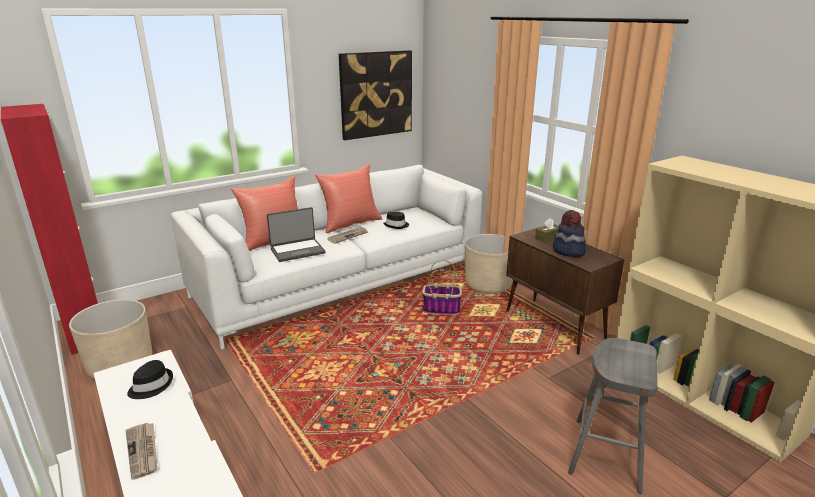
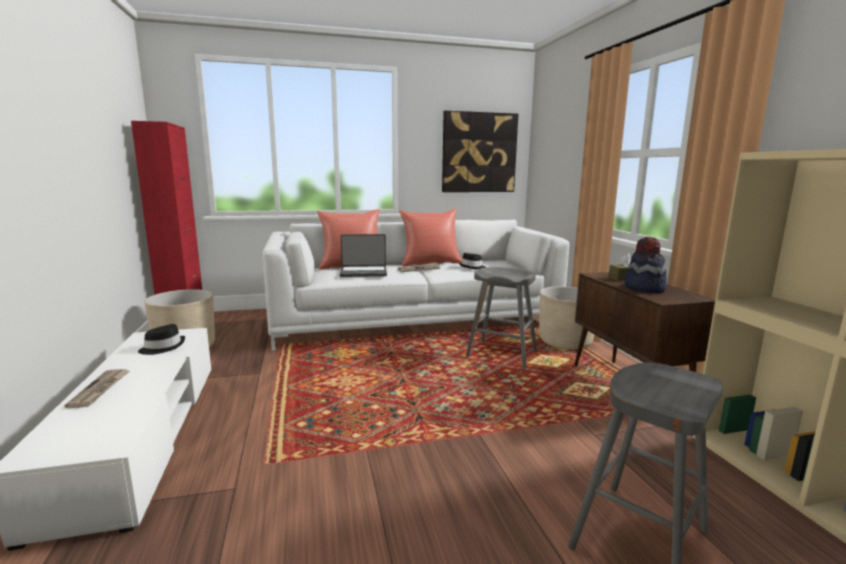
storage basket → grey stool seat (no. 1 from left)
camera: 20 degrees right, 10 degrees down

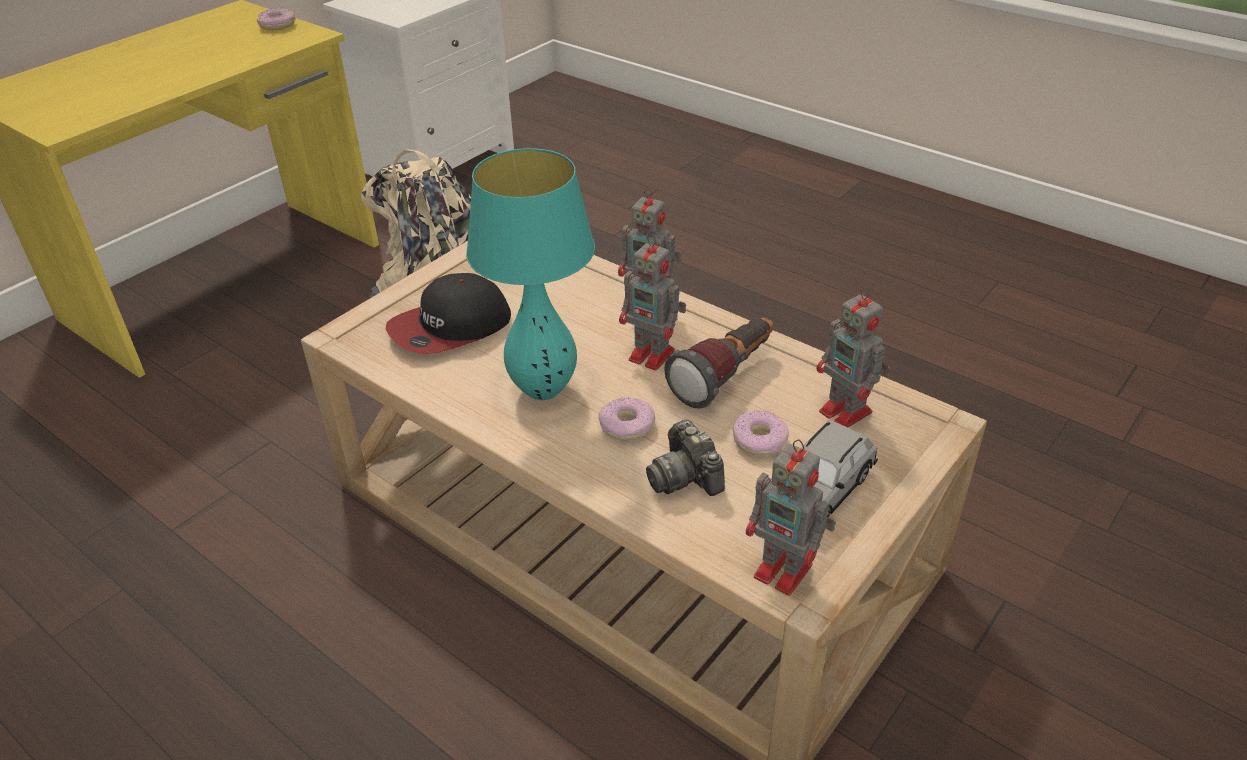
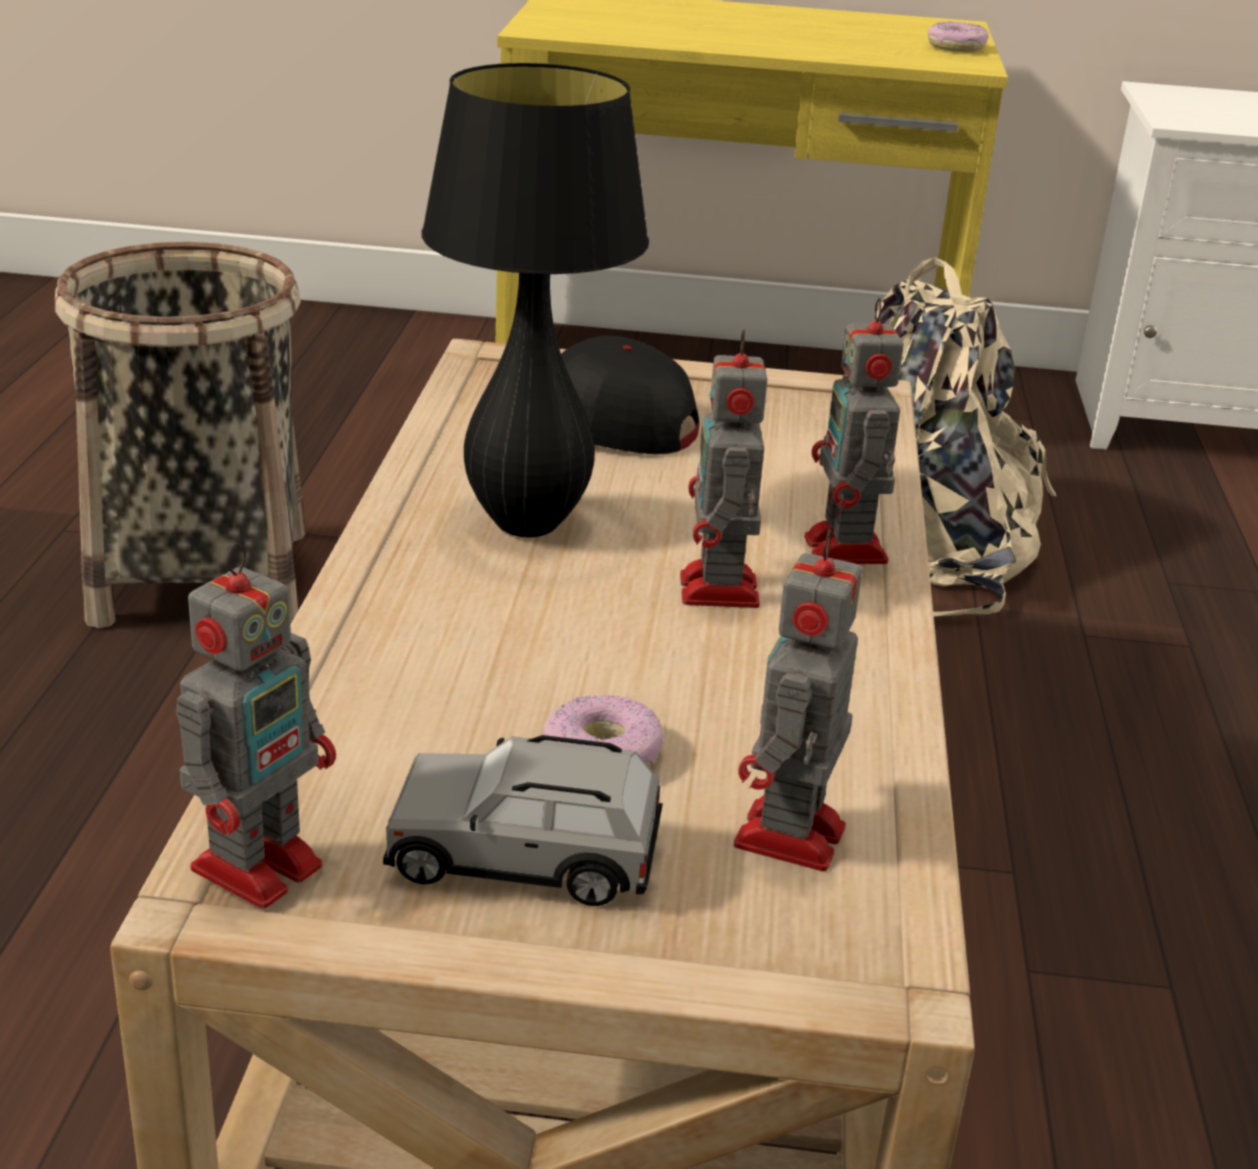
- → storage basket
model robot (no. 3 from left in the first image) → model robot (no. 1 from left), 150 degrees counterclockwise
turquoise table lamp → black table lamp
doughnut (no. 2 from left) → -
photo camera → -
hand torch → -
camera: 55 degrees right, 10 degrees down

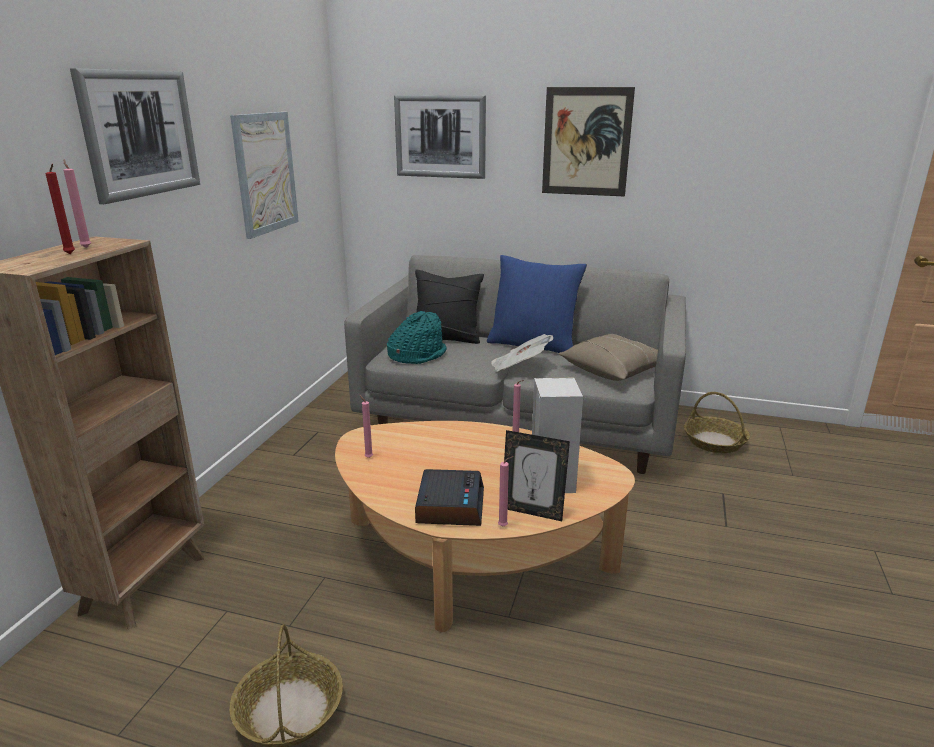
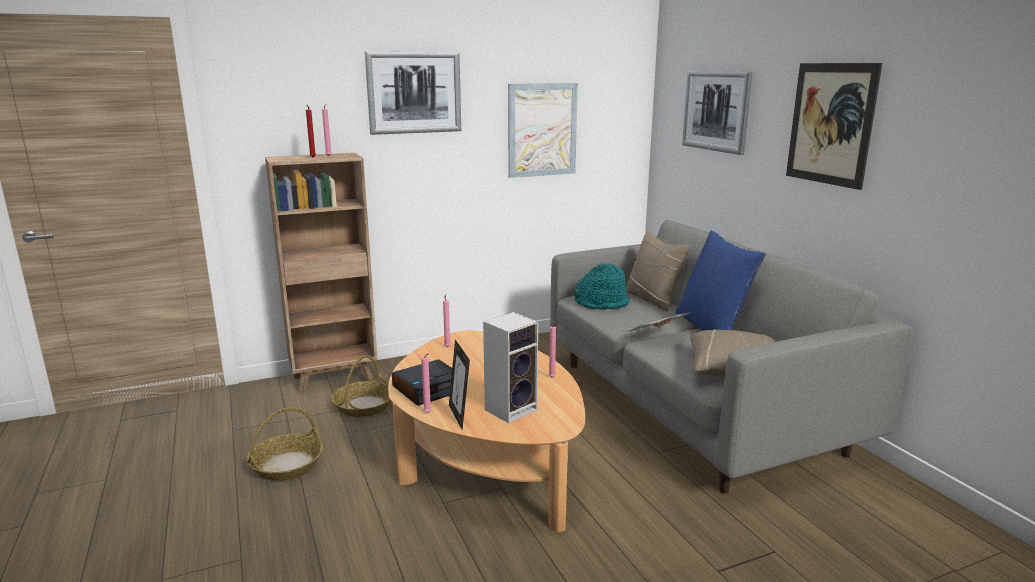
storage basket (no. 2 from left), relocated
black throw pillow → beige throw pillow (no. 1 from left)
camera: 50 degrees right, 5 degrees down

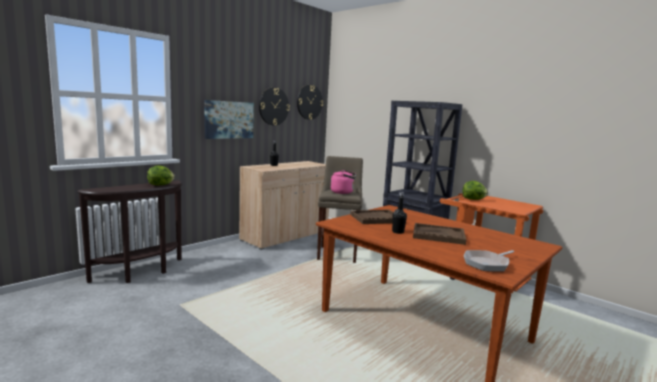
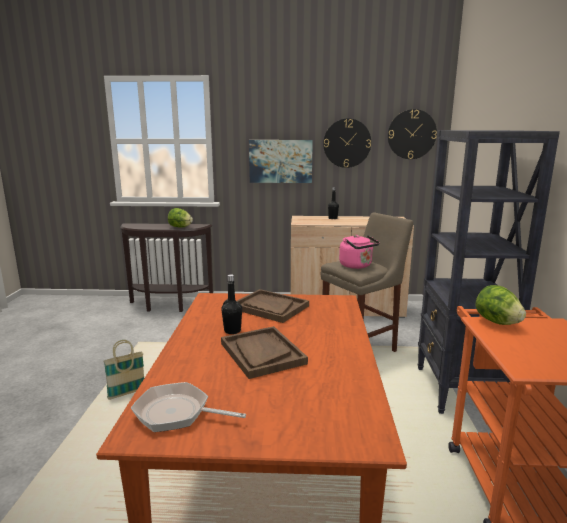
- → storage basket
camera: 50 degrees right, 5 degrees up

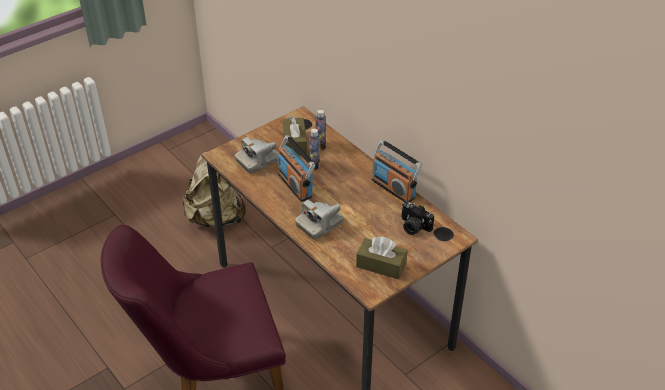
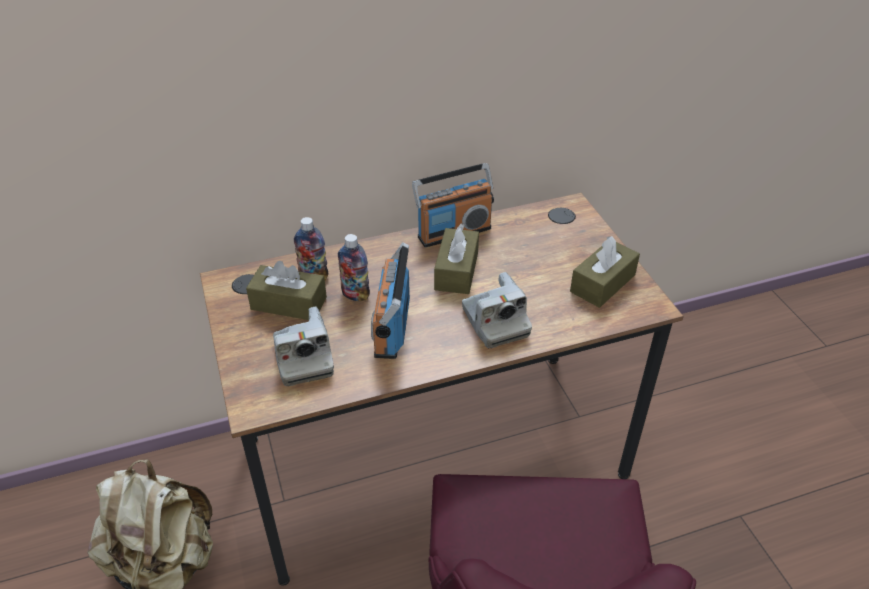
radio (no. 1 from left), 105 degrees clockwise
- → brown-coloured box of tissues (no. 2 from left)
photo camera (no. 3 from left) → -
camera: 70 degrees left, 0 degrees up

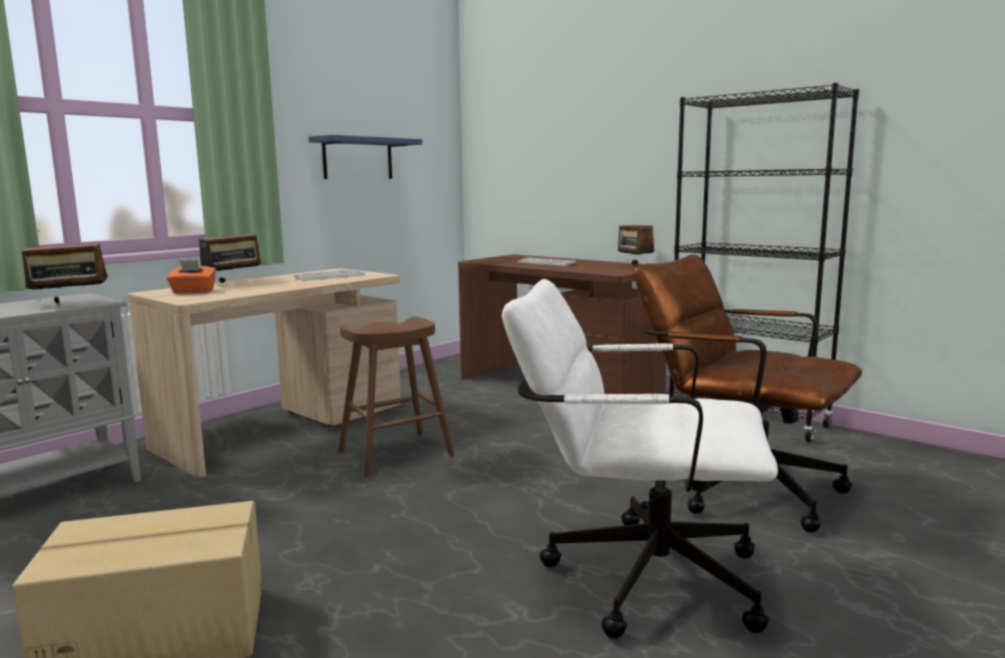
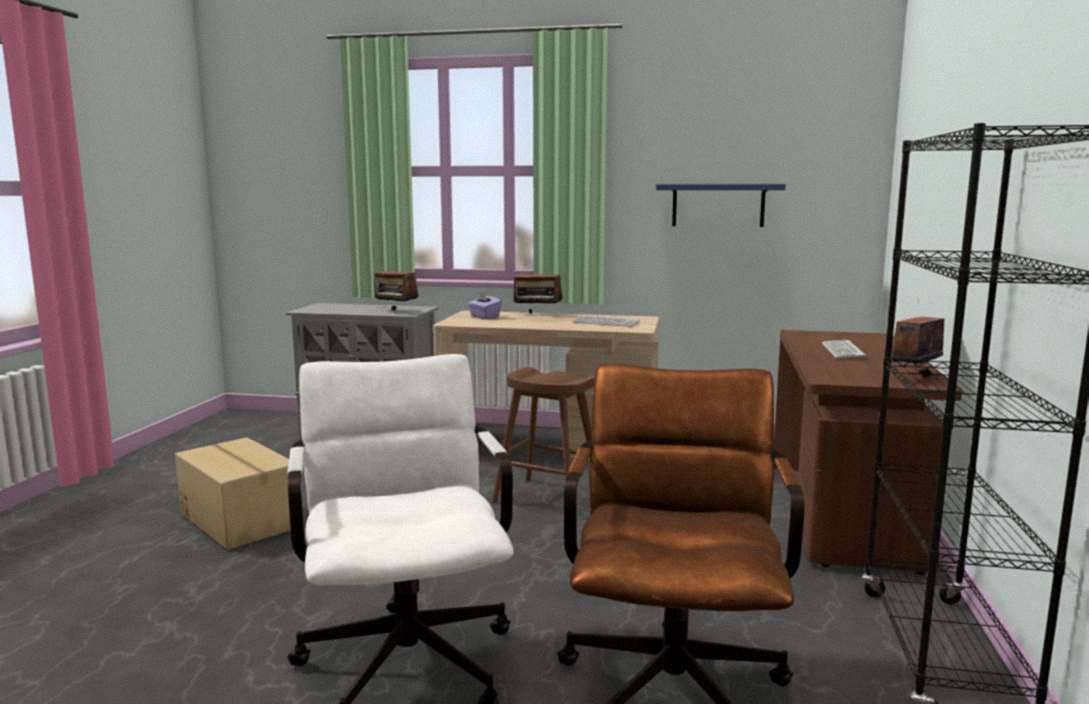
orange box of tissues → purple box of tissues
camera: 60 degrees right, 0 degrees up

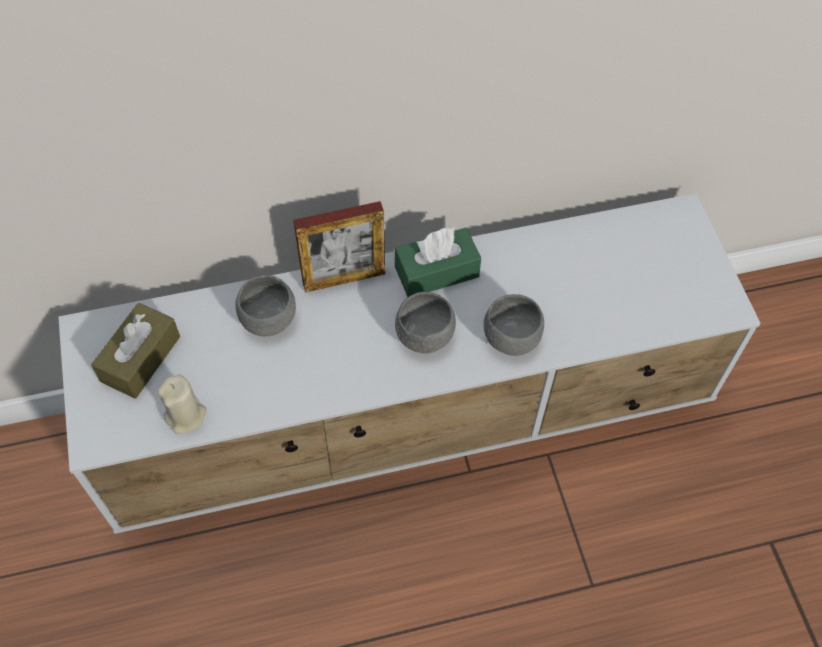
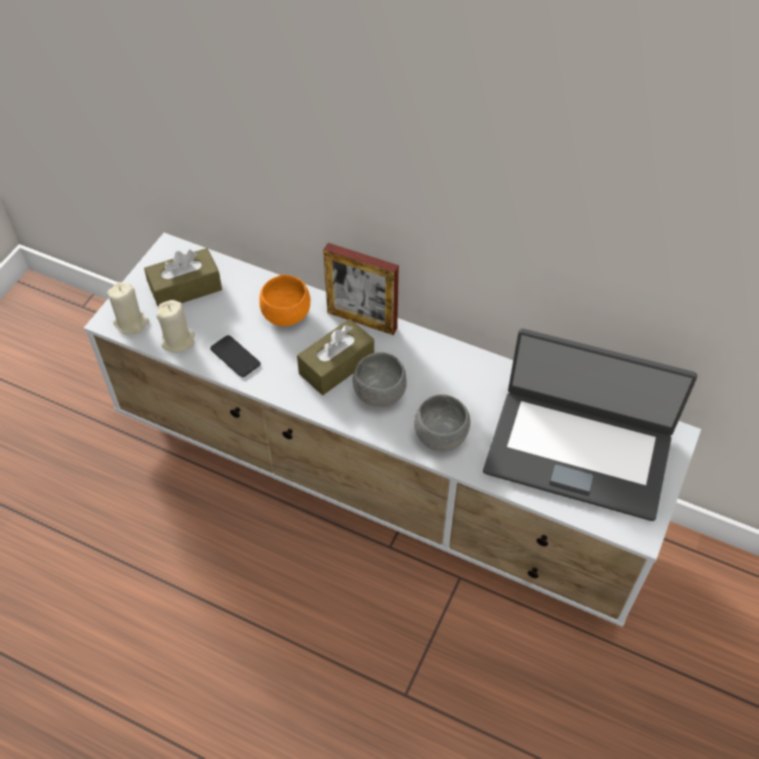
- → beige candle (no. 1 from left)
- → phone
grey deep dish (no. 1 from left) → orange deep dish
- → brown-coloured box of tissues (no. 2 from left)
- → portable computer
green box of tissues → -
camera: 40 degrees right, 5 degrees down

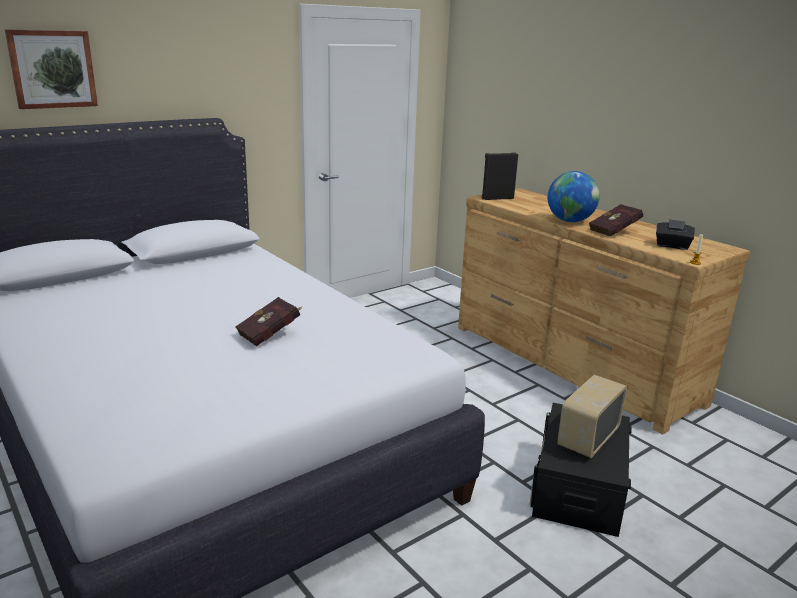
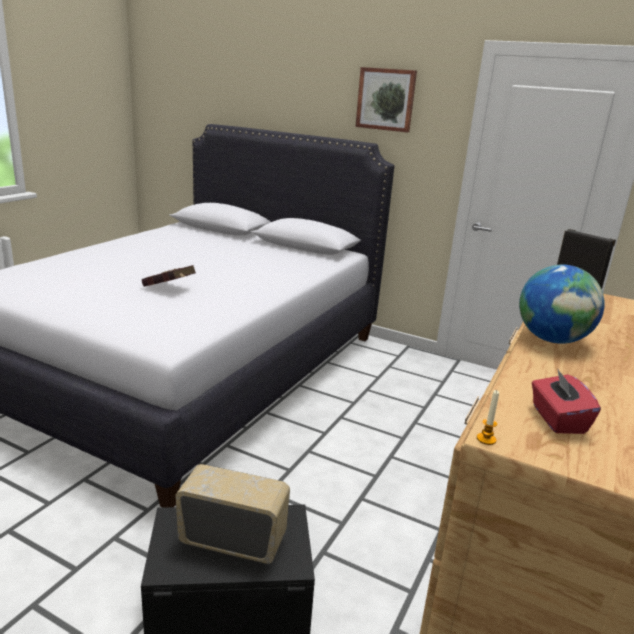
picture, relocated
black box of tissues → red-coloured box of tissues
red-coloured book (no. 2 from left) → -
camera: 65 degrees right, 0 degrees up

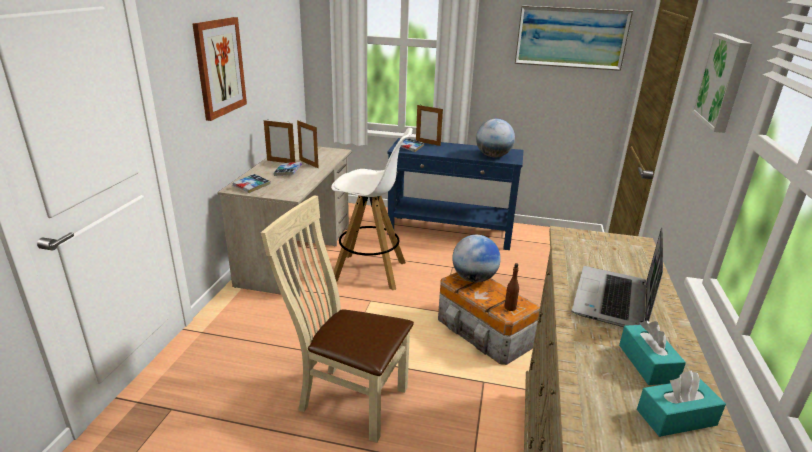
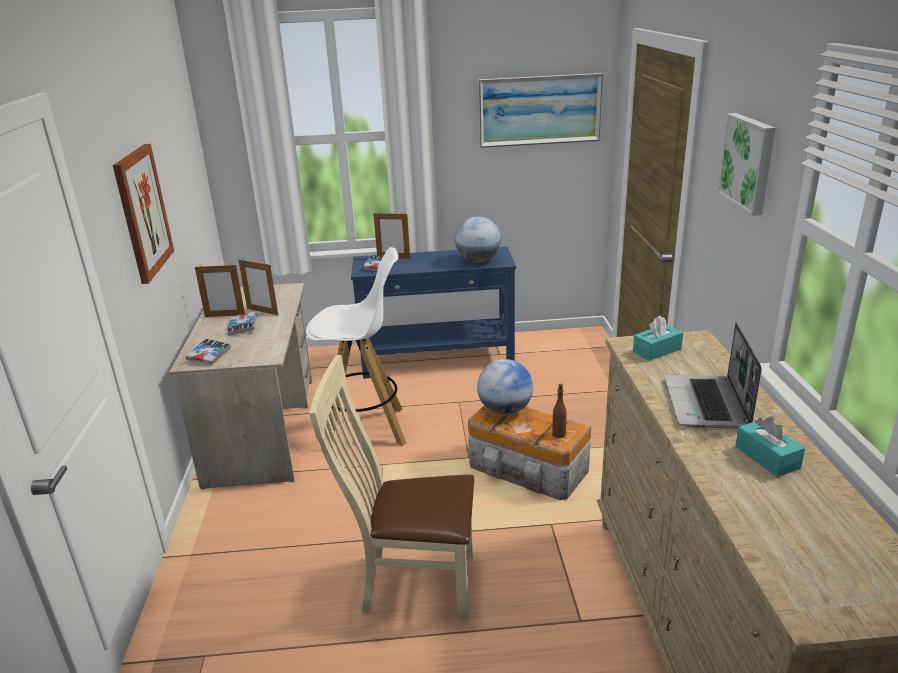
turquoise box of tissues (no. 2 from left in the first image) → turquoise box of tissues (no. 1 from left), relocated
camera: 15 degrees left, 0 degrees up

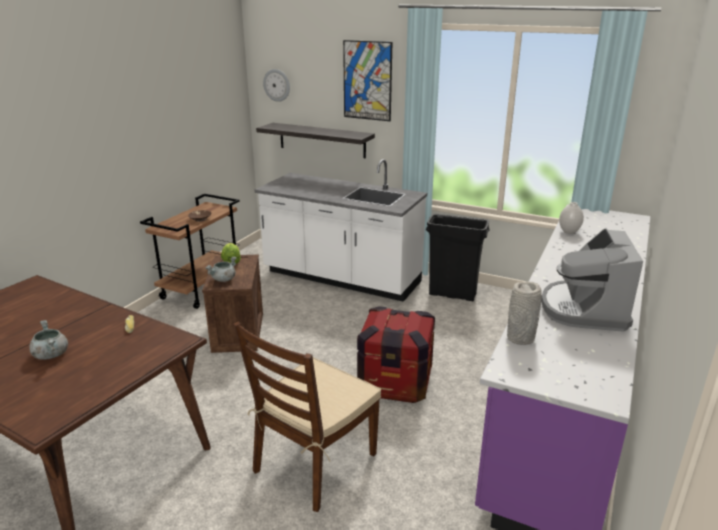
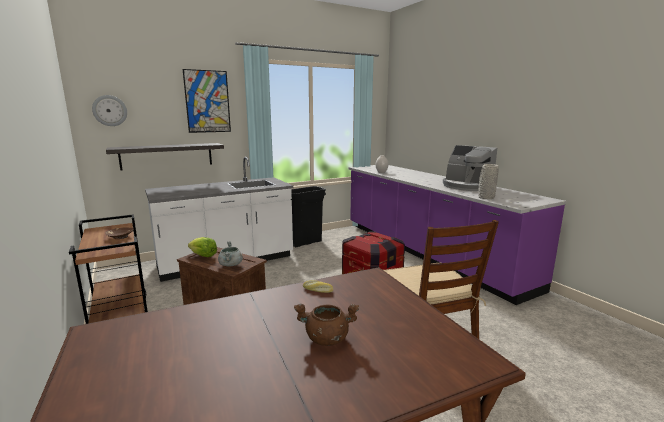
grey saucepot (no. 1 from left) → brown-coloured saucepot
camera: 55 degrees left, 10 degrees down

